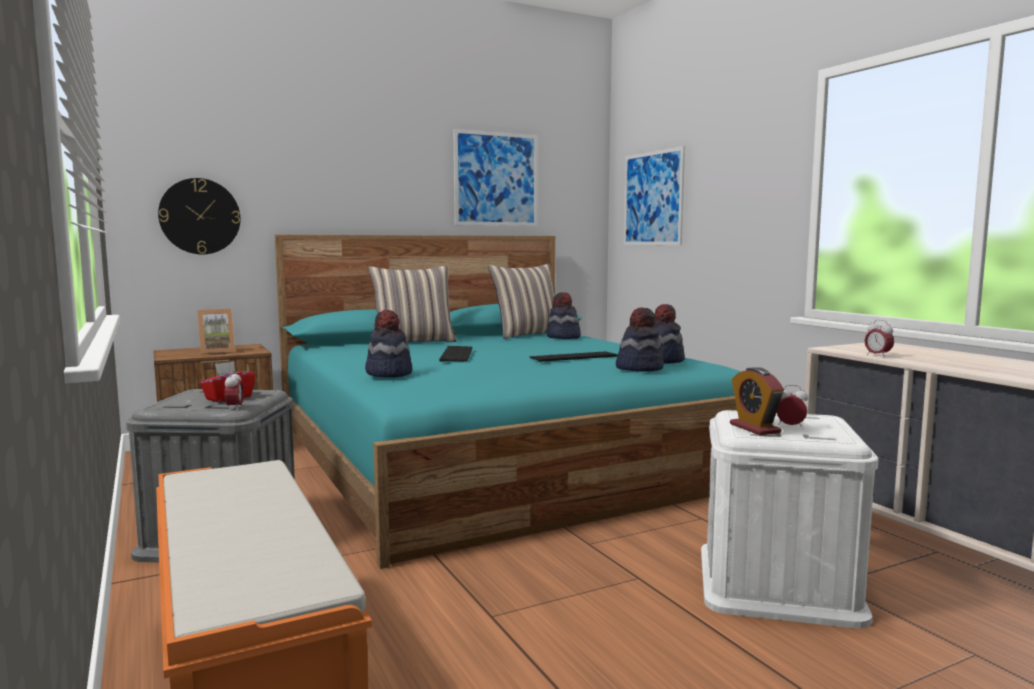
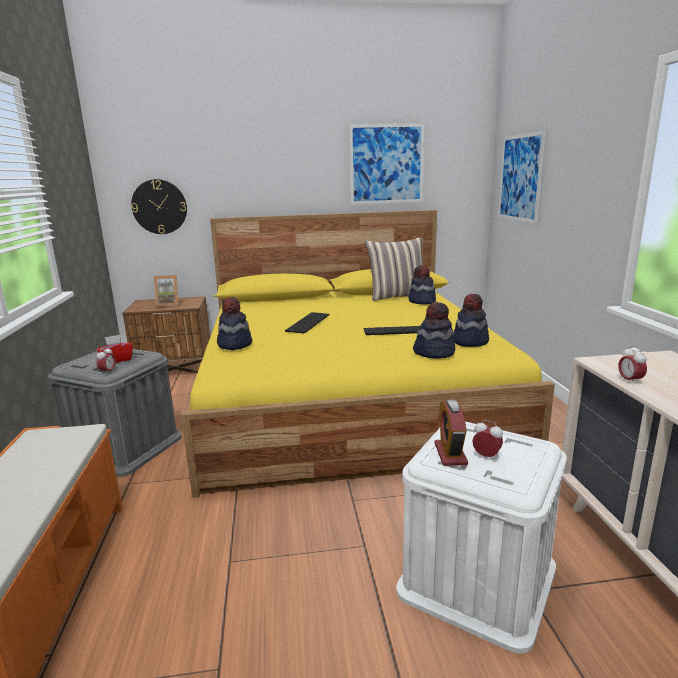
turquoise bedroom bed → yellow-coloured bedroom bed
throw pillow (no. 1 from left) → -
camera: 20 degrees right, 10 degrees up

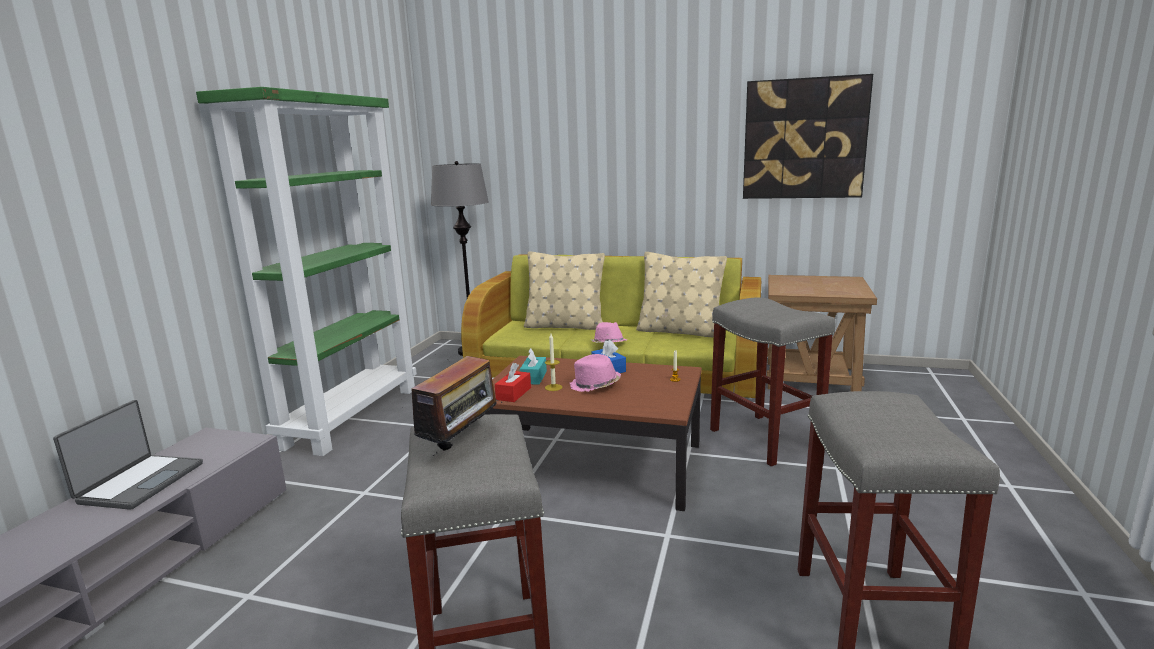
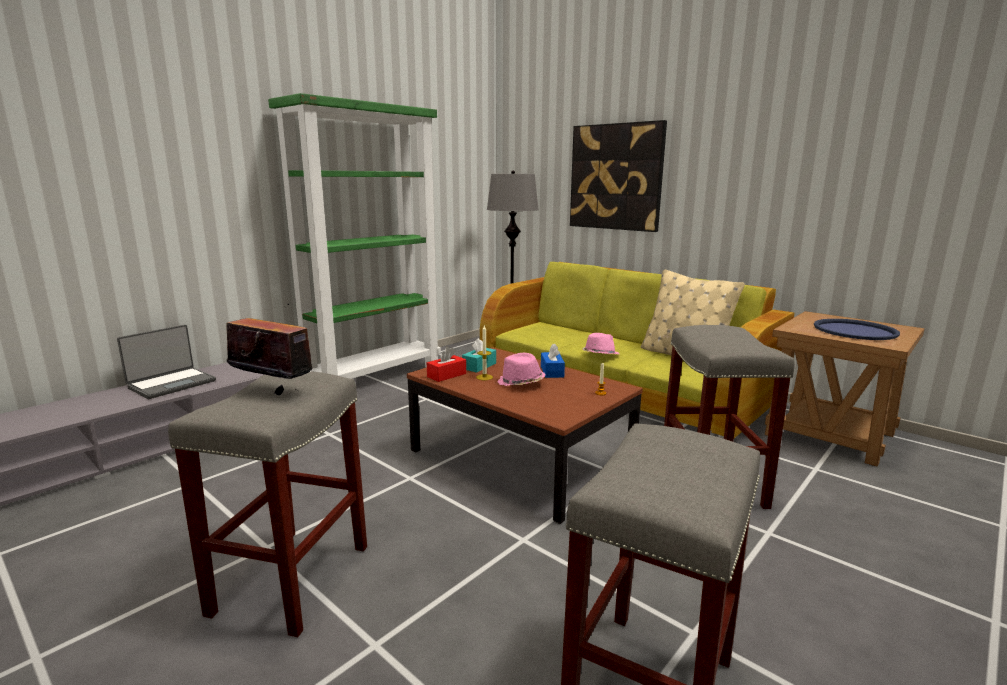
radio, 120 degrees counterclockwise
picture, relocated
- → blue carrying tray
beige throw pillow (no. 1 from left) → -
camera: 25 degrees right, 0 degrees up

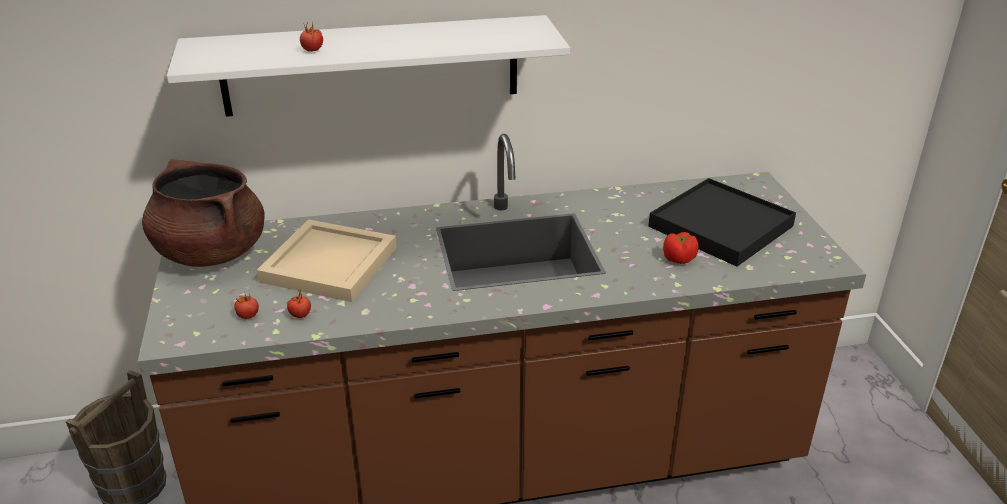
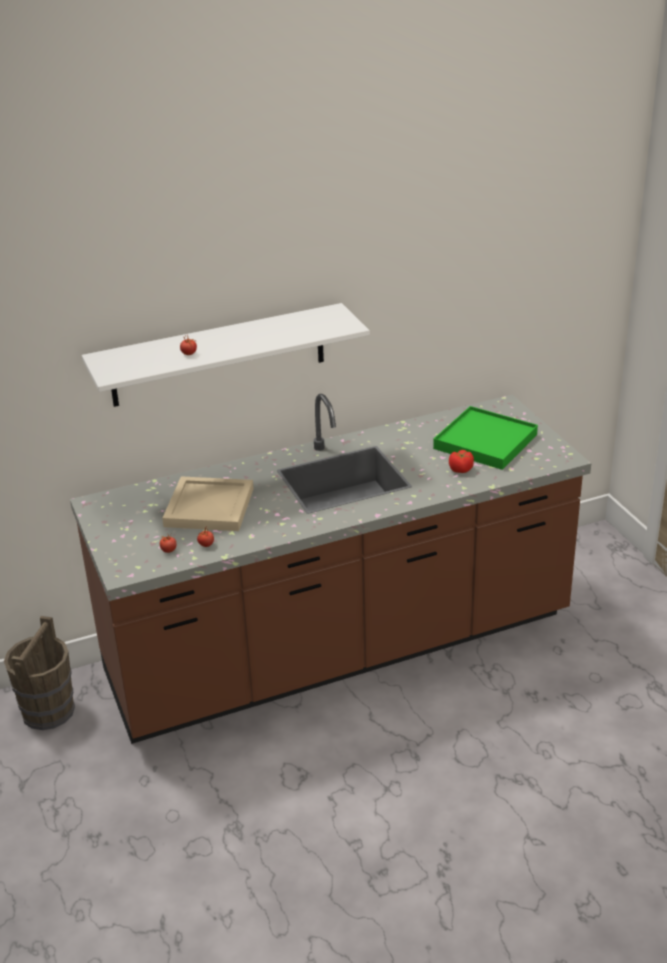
black carrying tray → green carrying tray
brown-coloured saucepot → -
camera: 10 degrees left, 0 degrees up

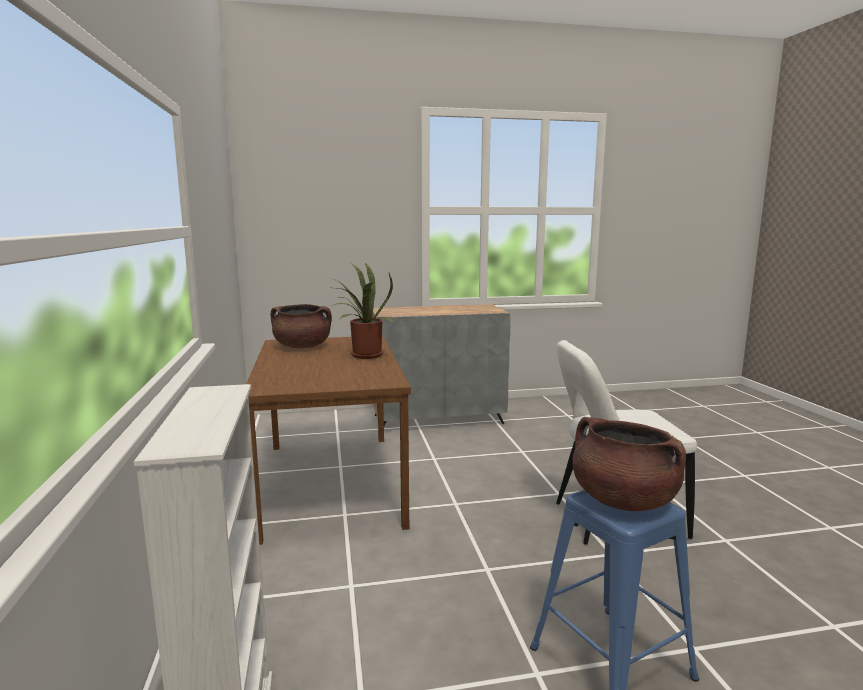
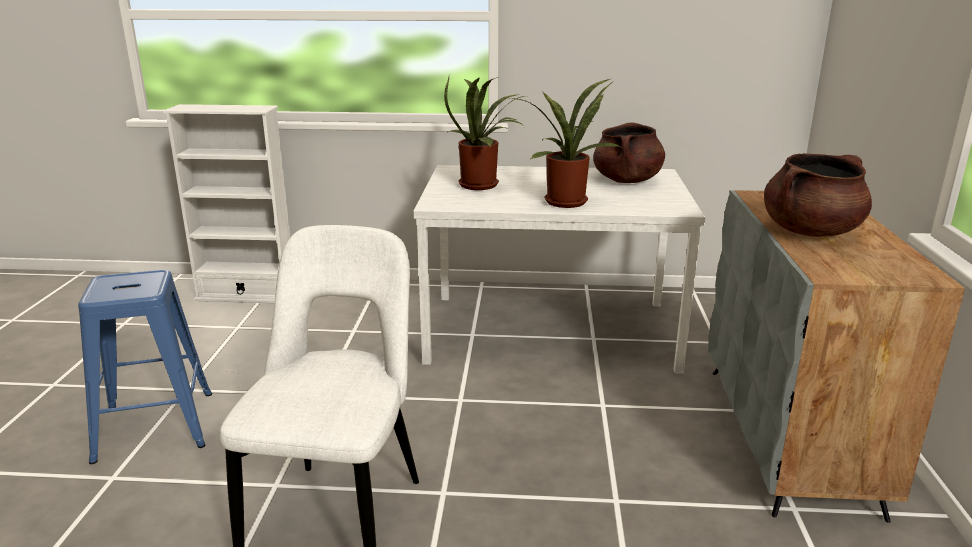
brown-coloured kitchen table → white-coloured kitchen table
- → plant in a pot (no. 1 from left)
brown-coloured saucepot (no. 2 from left), relocated
camera: 105 degrees right, 10 degrees up

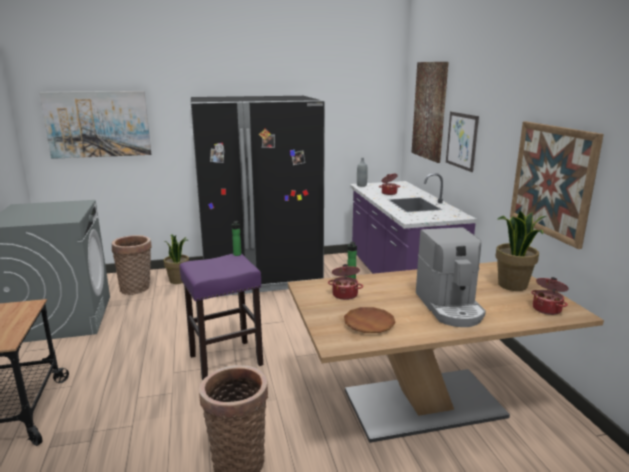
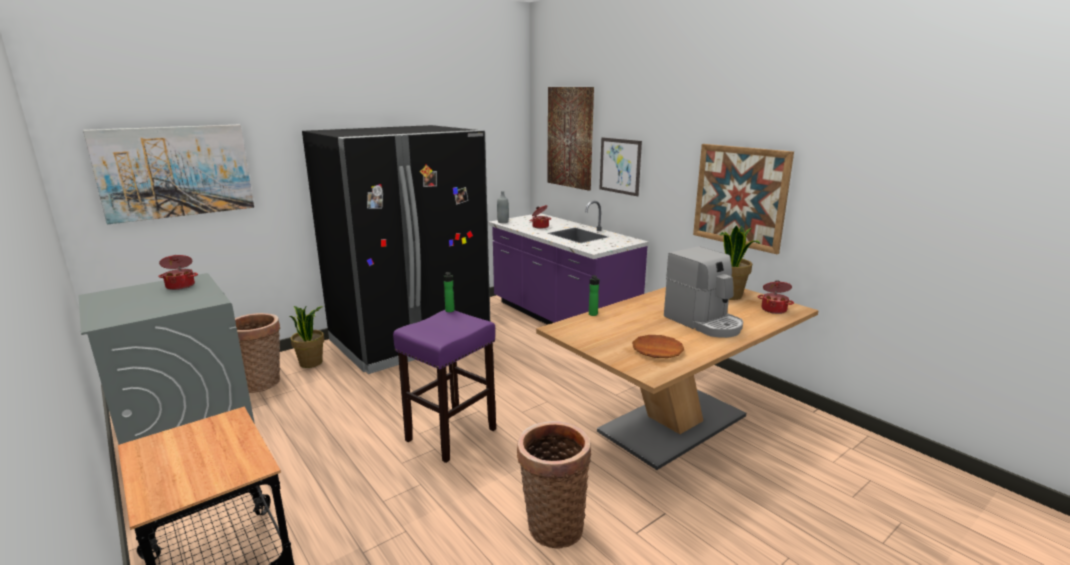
saucepot (no. 1 from left), relocated
camera: 25 degrees left, 0 degrees up

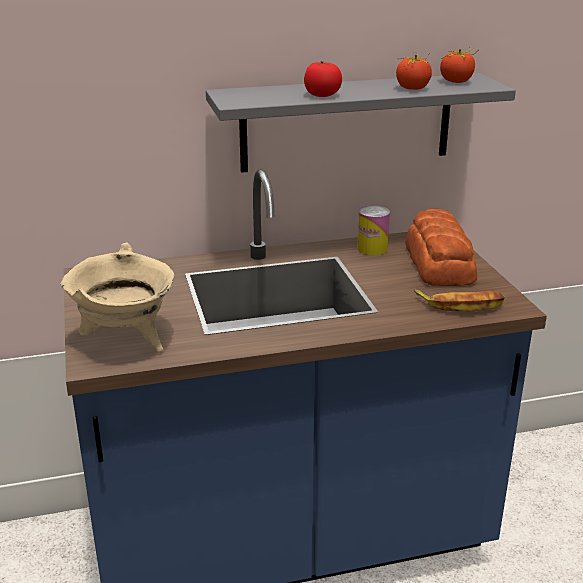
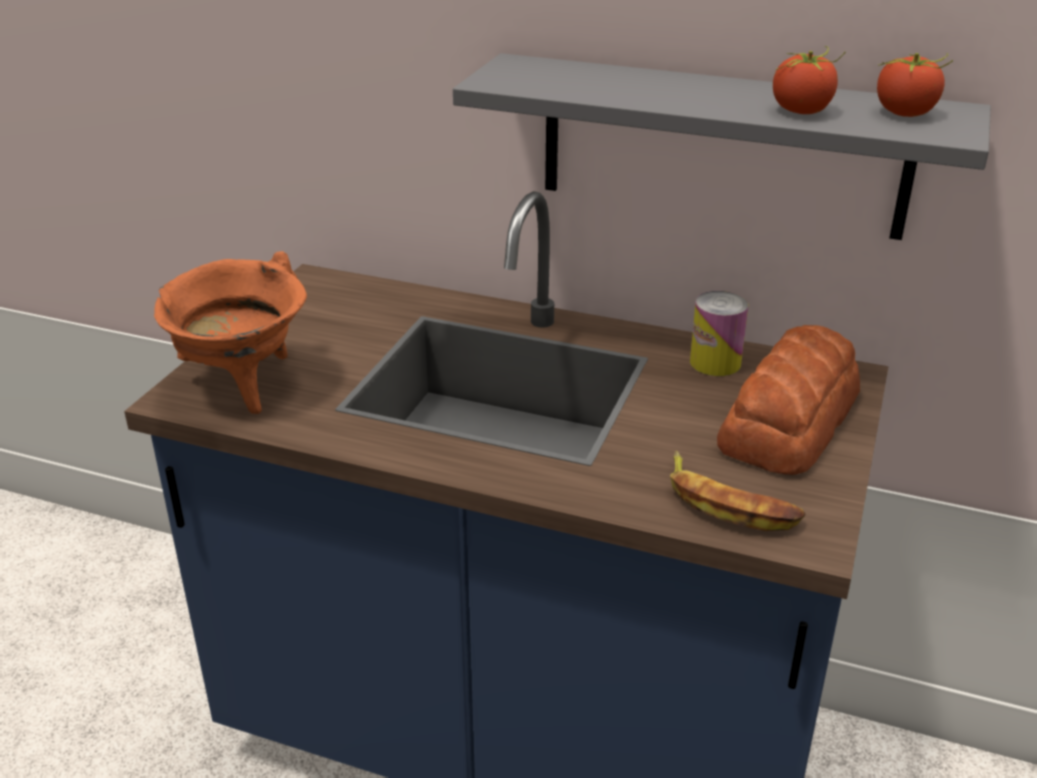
beige saucepot → orange saucepot
fresh tomato (no. 1 from left) → -
camera: 35 degrees right, 5 degrees up

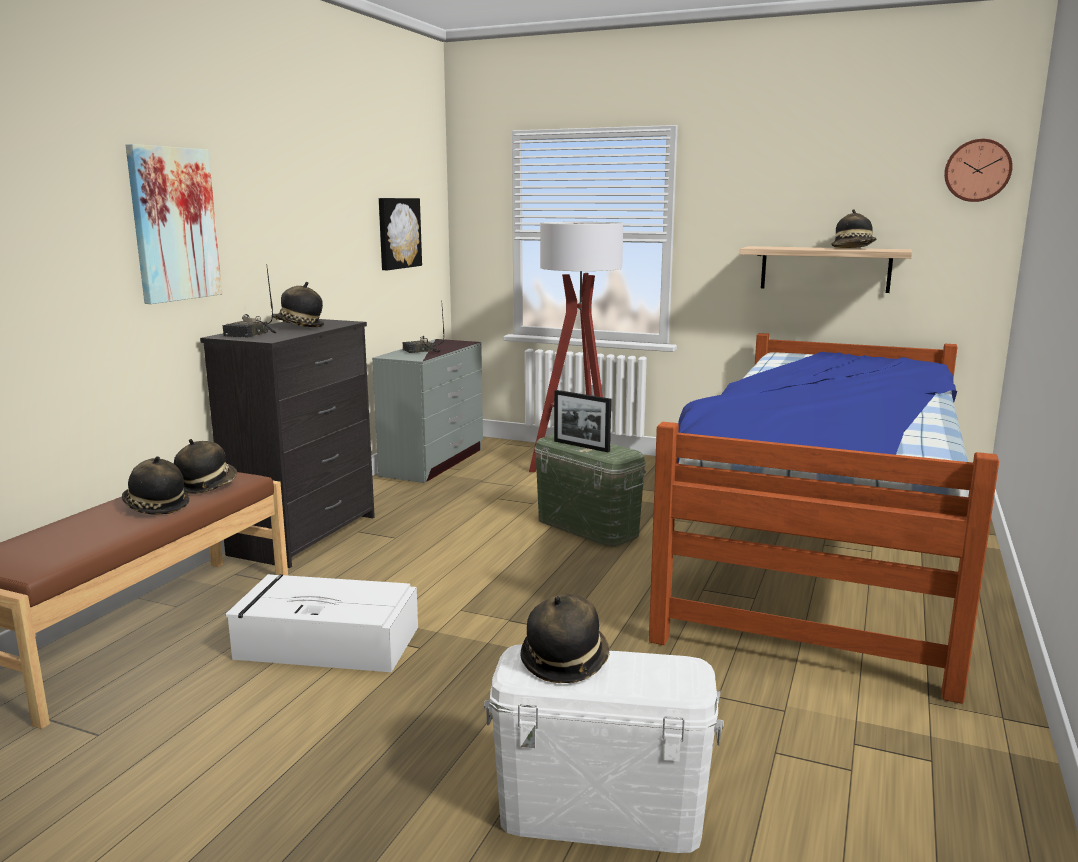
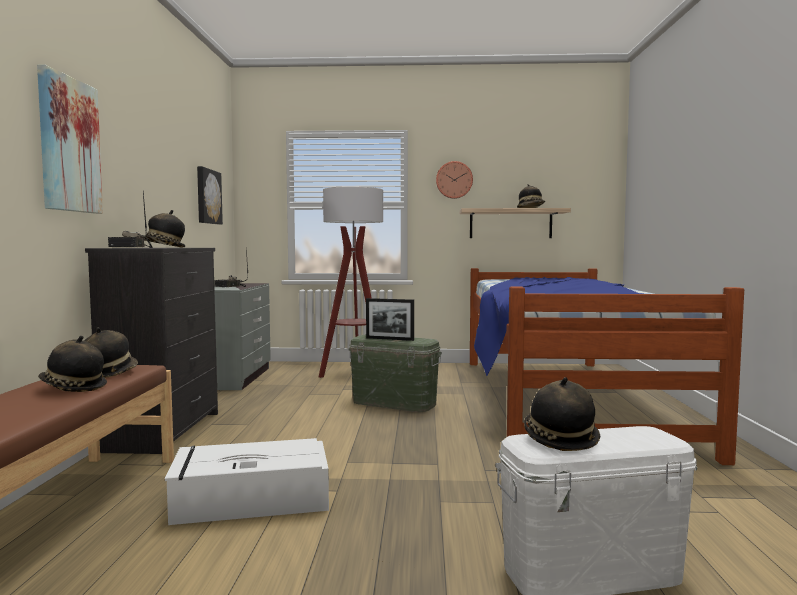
clock on the wall, relocated
camera: 20 degrees left, 10 degrees down

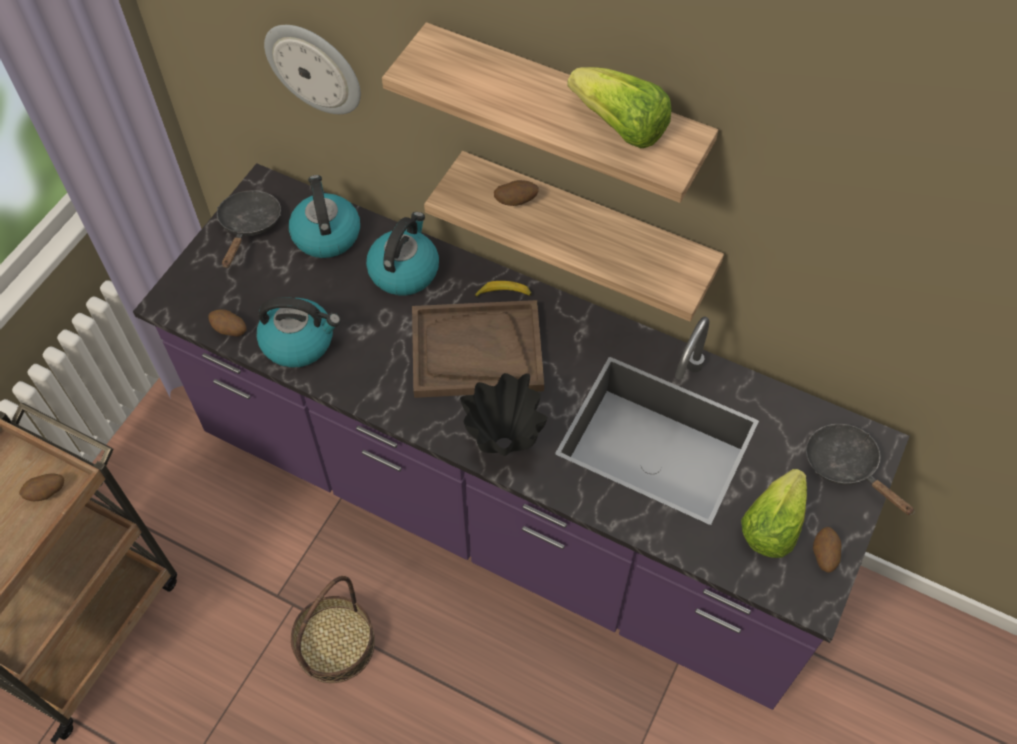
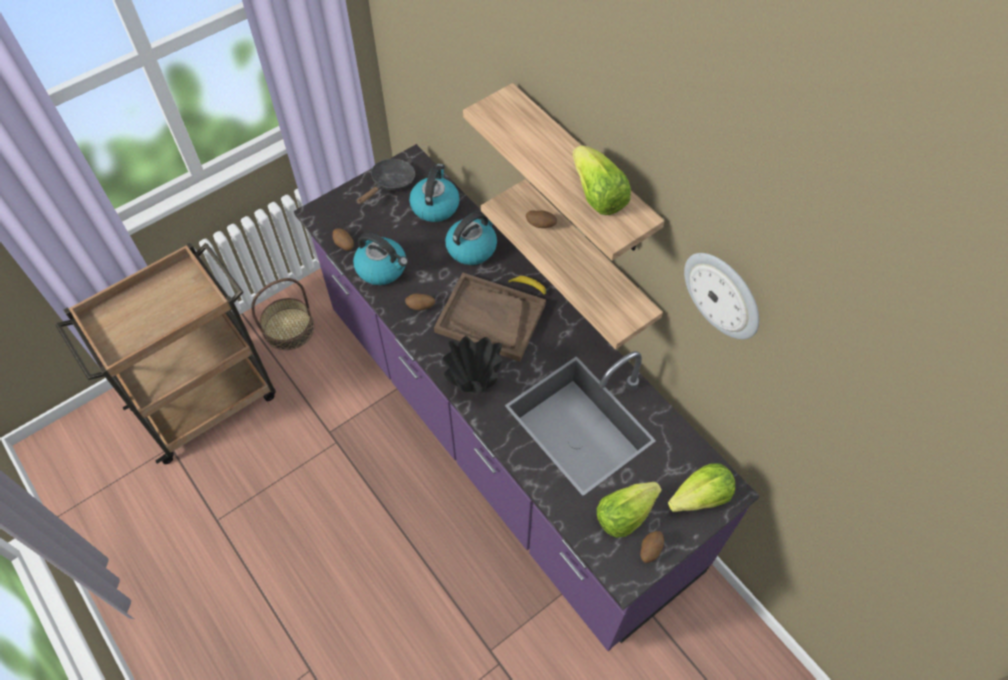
storage basket, relocated
whole potato (no. 1 from left in the first image) → whole potato (no. 2 from left), relocated
black skillet (no. 2 from left) → head of lettuce (no. 3 from left)
clock on the wall, relocated
camera: 25 degrees right, 0 degrees up

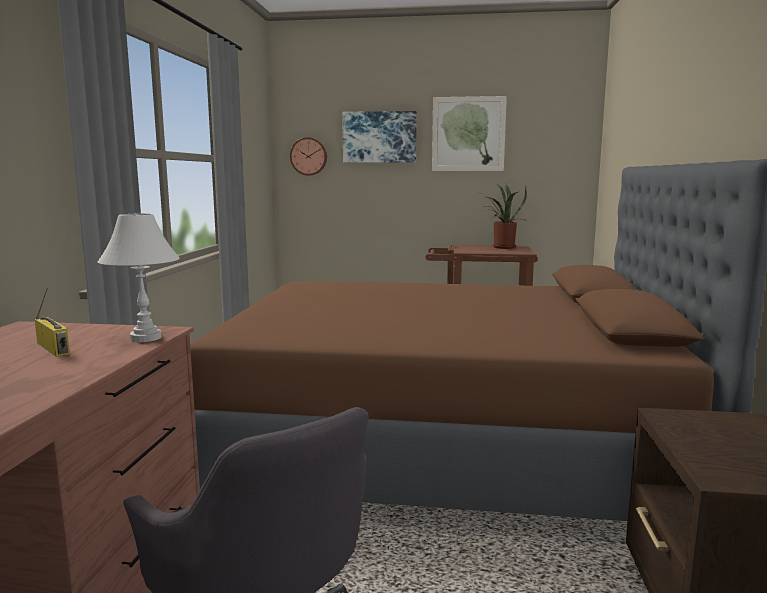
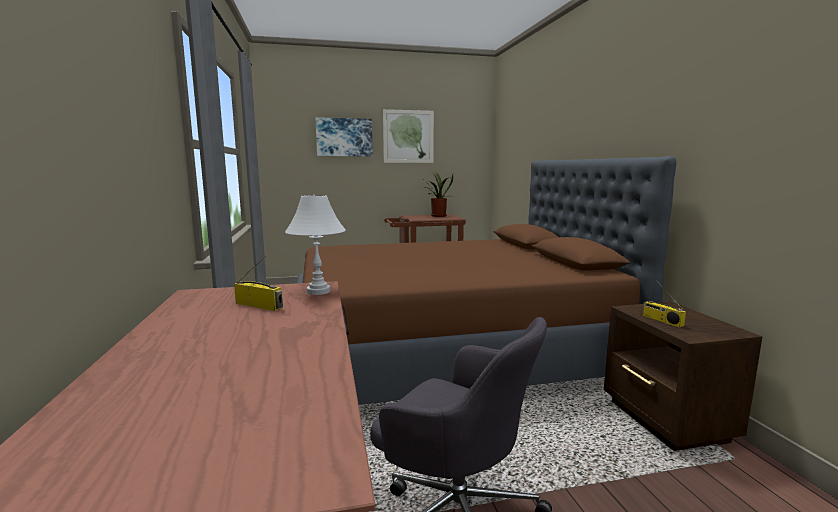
- → radio (no. 2 from left)
clock on the wall → -
camera: 20 degrees left, 0 degrees up

